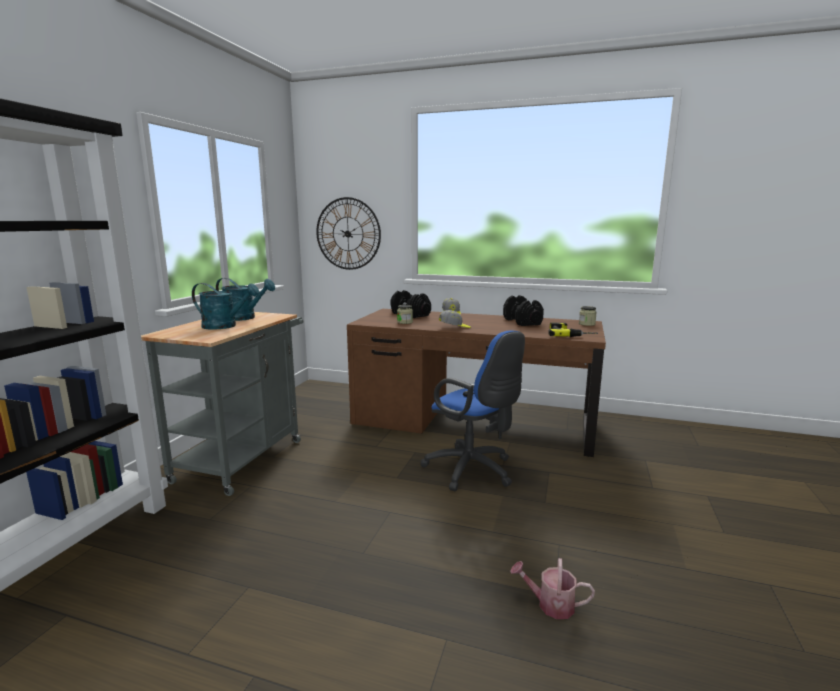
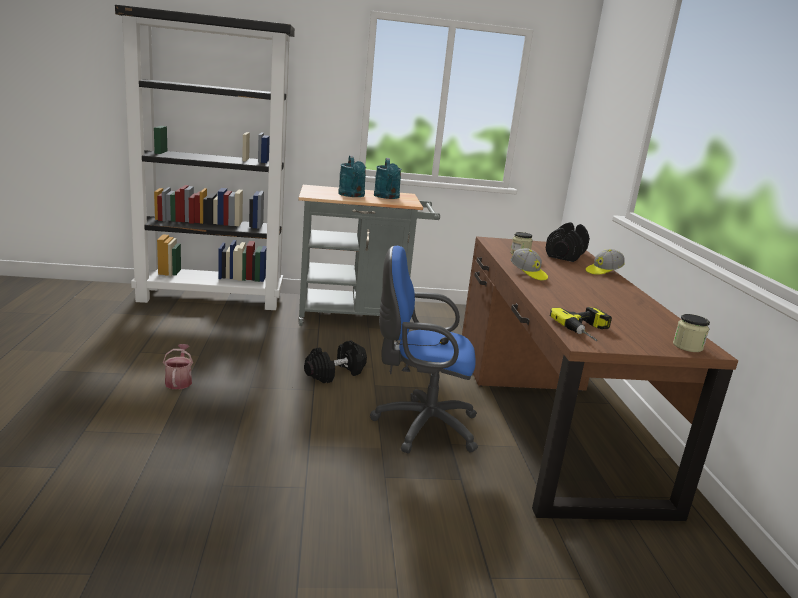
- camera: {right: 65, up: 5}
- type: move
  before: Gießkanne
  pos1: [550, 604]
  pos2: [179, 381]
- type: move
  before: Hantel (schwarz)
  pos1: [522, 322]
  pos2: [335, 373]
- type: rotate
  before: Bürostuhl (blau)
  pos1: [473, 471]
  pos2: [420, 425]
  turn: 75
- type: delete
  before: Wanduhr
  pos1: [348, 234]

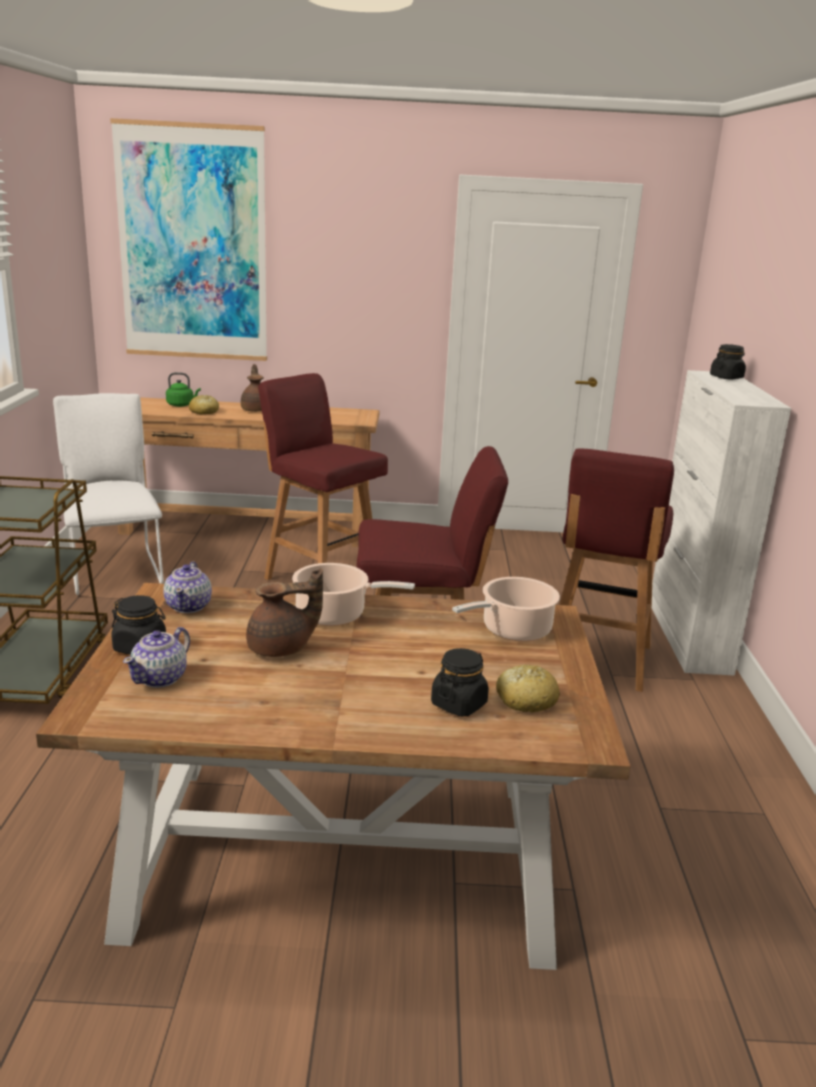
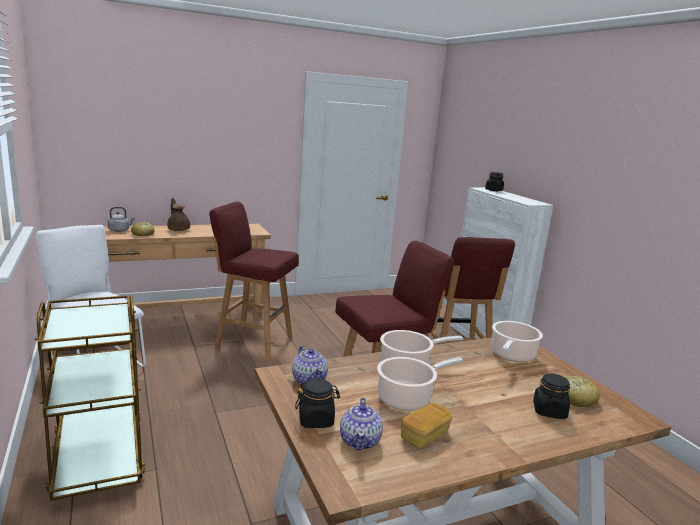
- camera: {right: -25, up: -5}
- type: recolor
  before: Wasserkessel (grün)
  after: Wasserkessel (grau)
  pos1: [181, 405]
  pos2: [120, 230]
- type: replace
  before: Teekanne (braun)
  after: Kochtopf
  pos1: [281, 649]
  pos2: [407, 398]
- type: insert
  after: Brot
  pos2: [424, 436]
- type: delete
  before: Bild
  pos1: [193, 244]

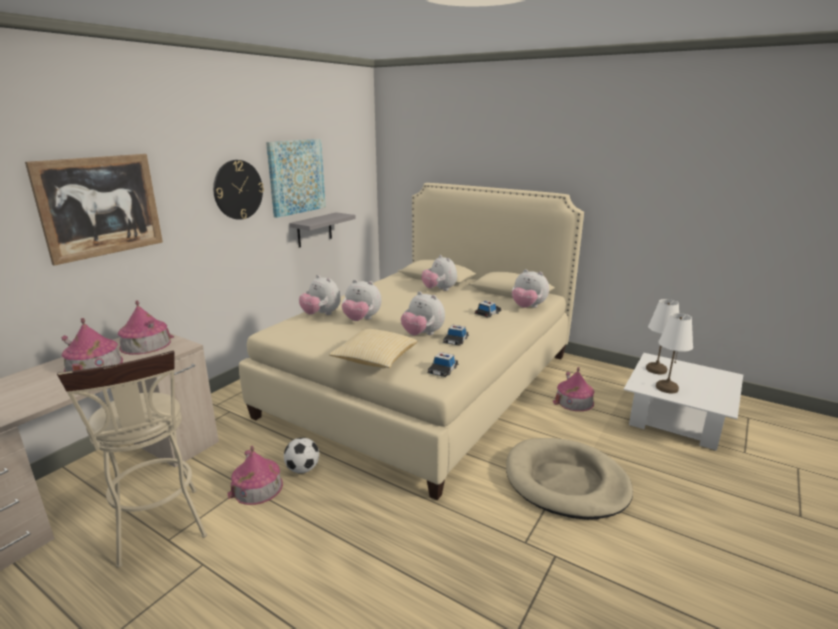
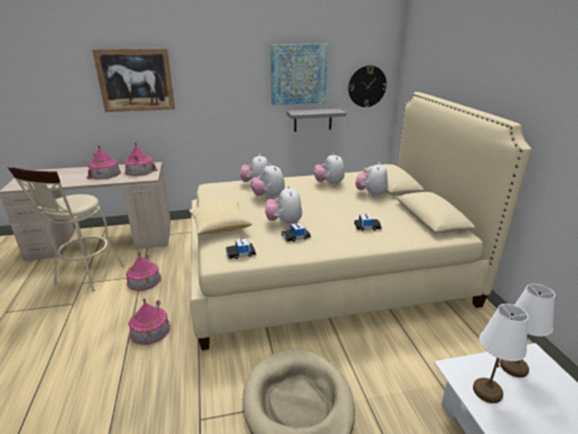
- camera: {right: 45, up: 5}
- type: move
  before: Spielzeughaus
  pos1: [574, 401]
  pos2: [150, 330]
- type: move
  before: Plüschtier
  pos1: [528, 307]
  pos2: [329, 183]
- type: move
  before: Wanduhr
  pos1: [238, 190]
  pos2: [367, 86]
- type: delete
  before: Fußball
  pos1: [303, 469]

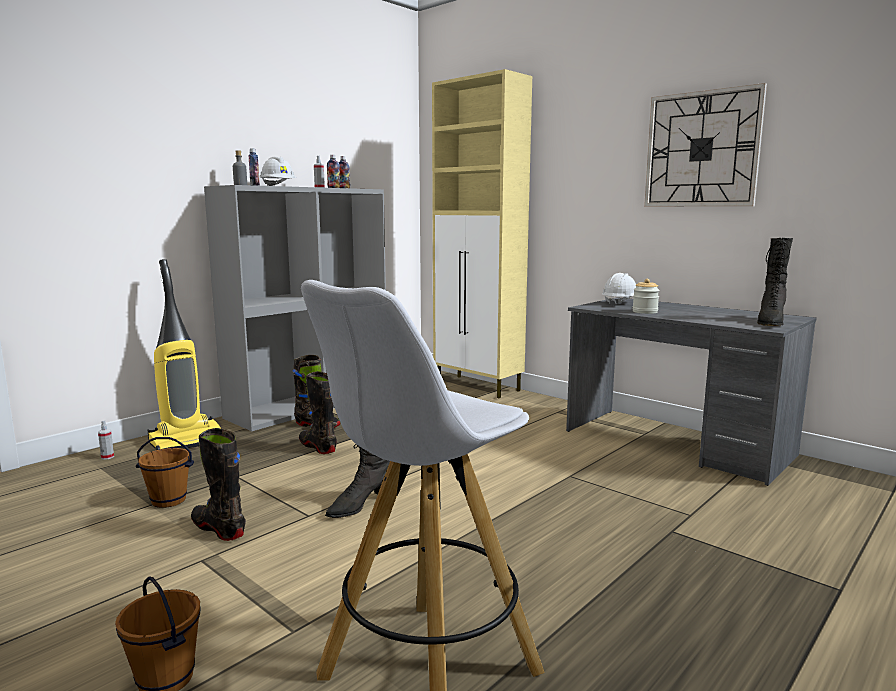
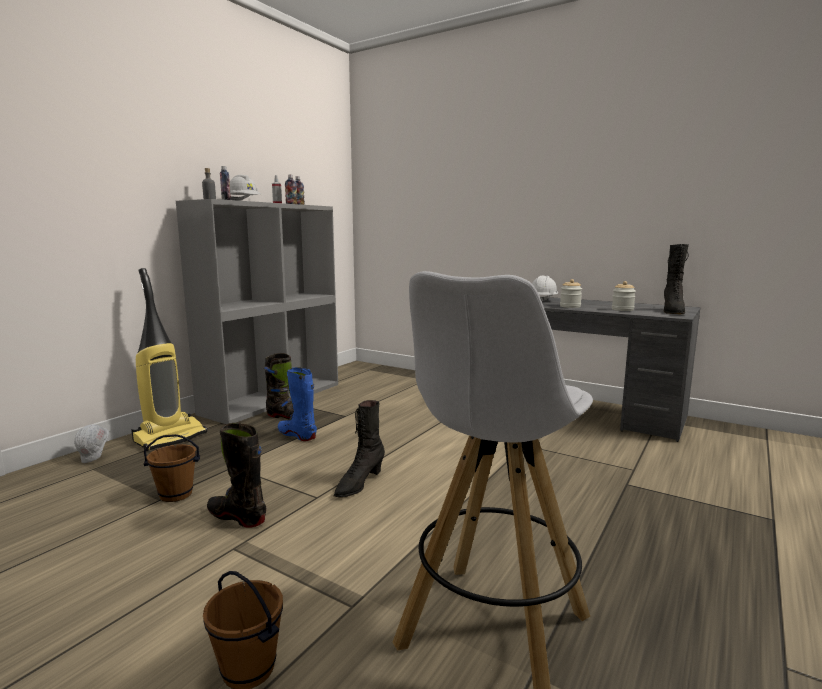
- camera: {right: -10, up: 0}
- type: replace
  before: Sprühflasche
  after: Schutzhelm (weiß)
  pos1: [107, 457]
  pos2: [95, 458]
- type: recolor
  before: Stiefel (schwarz)
  after: Stiefel (blau)
  pos1: [318, 447]
  pos2: [297, 435]
- type: insert
  after: Vorratsglas
  pos2: [622, 309]
- type: delete
  before: Schrank (beige)
  pos1: [478, 387]
- type: delete
  before: Wanduhr
  pos1: [702, 149]

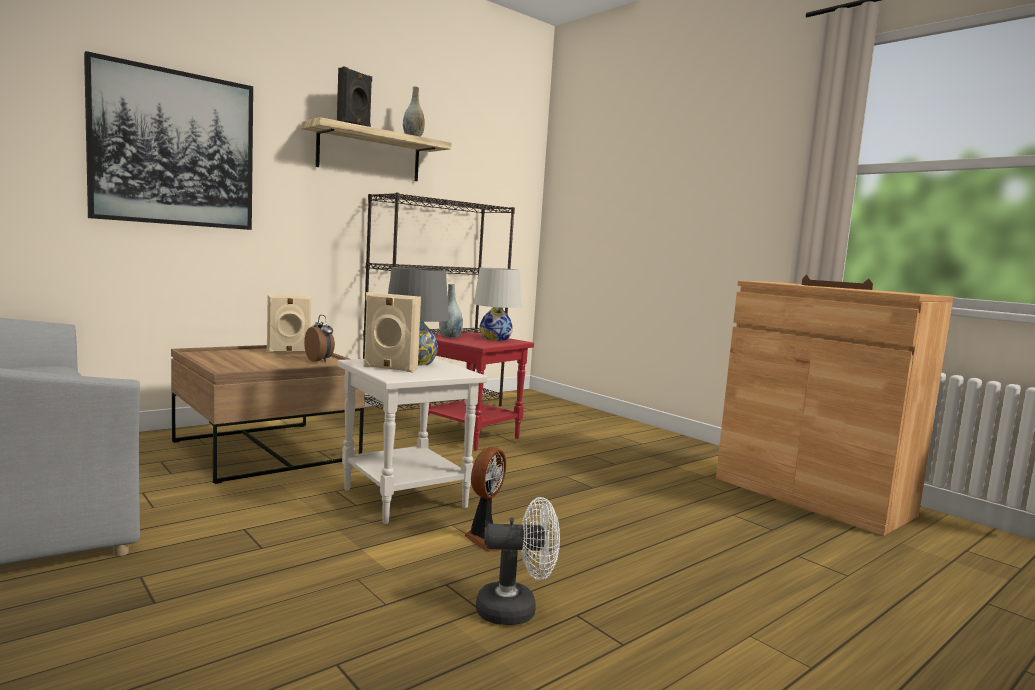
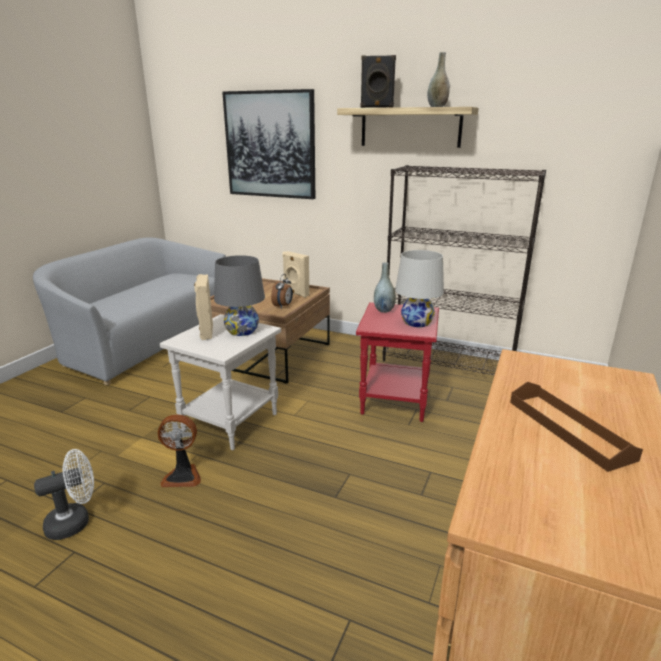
- camera: {right: 65, up: 15}
- type: rotate
  before: Ventilator (weiß)
  pos1: [516, 610]
  pos2: [75, 522]
  turn: -90

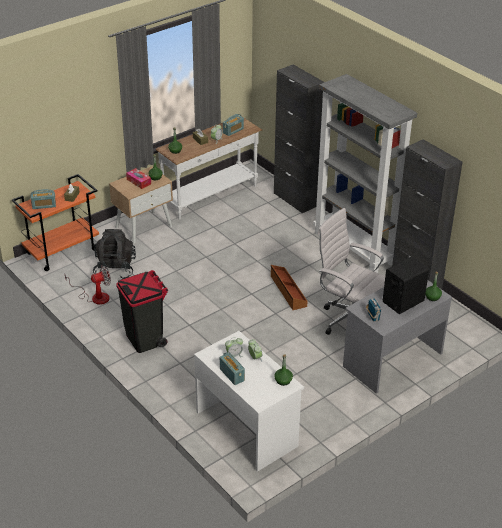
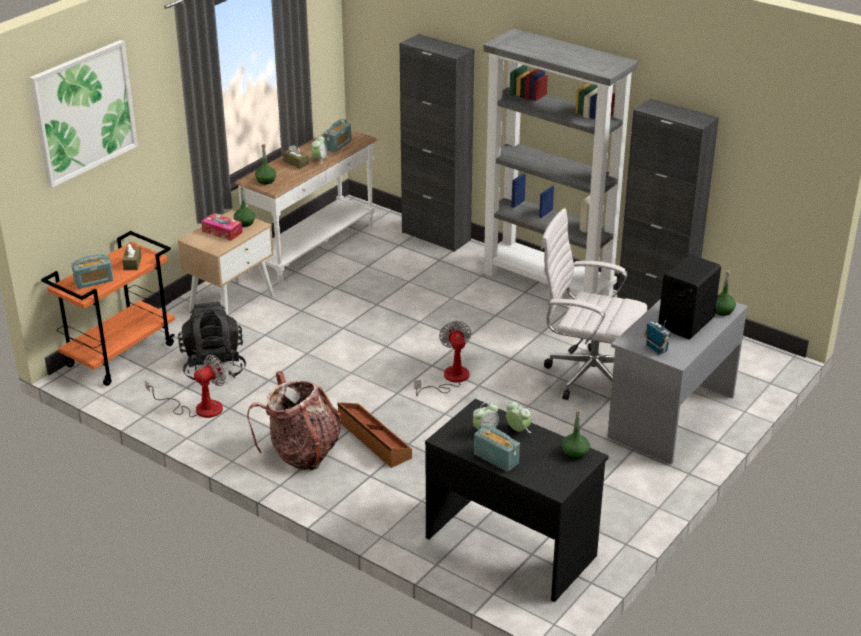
- camera: {right: -15, up: -5}
- type: insert
  after: Bild
  pos2: [84, 112]
- type: replace
  before: Mülleimer (schwarz)
  after: Rucksack
  pos1: [145, 339]
  pos2: [302, 452]
- type: move
  before: Aufbewahrungsbox (braun)
  pos1: [287, 291]
  pos2: [373, 440]
- type: insert
  after: Ventilator
  pos2: [449, 379]
- type: recolor
  before: Schreibtisch (weiß)
  after: Schreibtisch (schwarz)
  pos1: [247, 428]
  pos2: [511, 545]

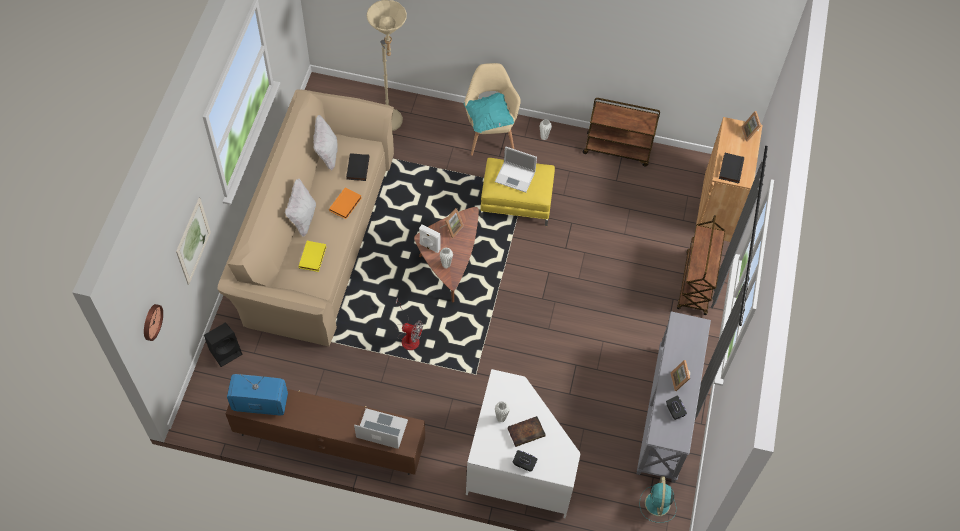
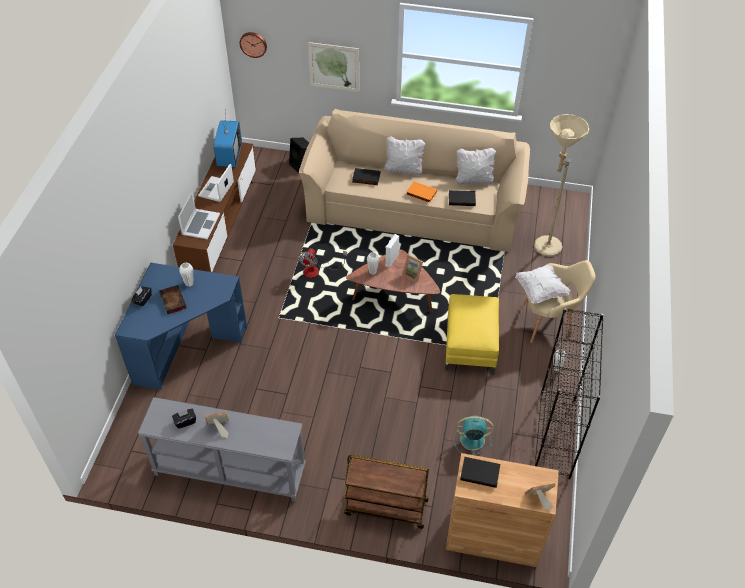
- camera: {right: 90, up: -10}
- type: recolor
  before: Schreibtisch (weiß)
  after: Schreibtisch (blau)
  pos1: [517, 466]
  pos2: [186, 349]
- type: move
  before: Laptop
  pos1: [515, 177]
  pos2: [216, 190]
- type: recolor
  before: Buch (gelb)
  after: Buch (schwarz)
  pos1: [313, 257]
  pos2: [366, 178]
- type: move
  before: Ventilator (türkis)
  pos1: [657, 505]
  pos2: [471, 439]
- type: recolor
  before: Kissen (türkis)
  after: Kissen (weiß)
  pos1: [488, 119]
  pos2: [540, 290]
- type: replace
  before: Rollwagen (braun)
  after: Bücherregal (schwarz)
  pos1: [618, 149]
  pos2: [555, 435]

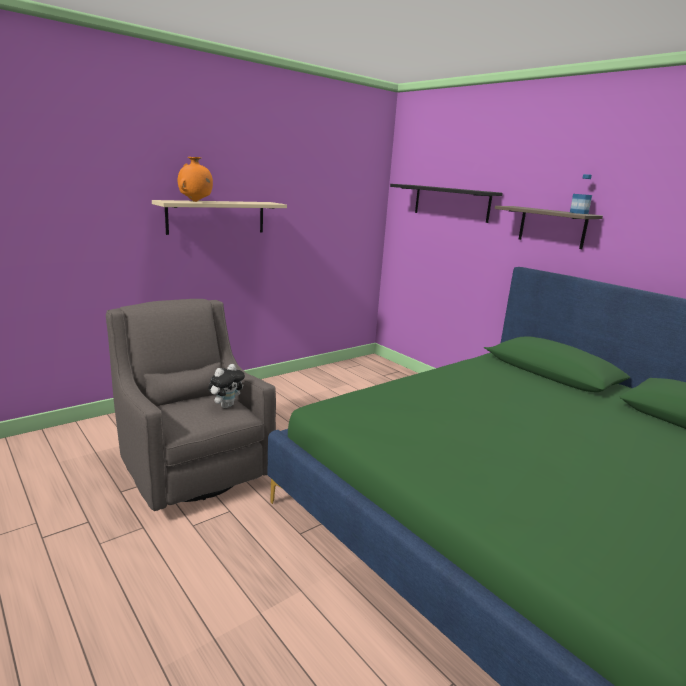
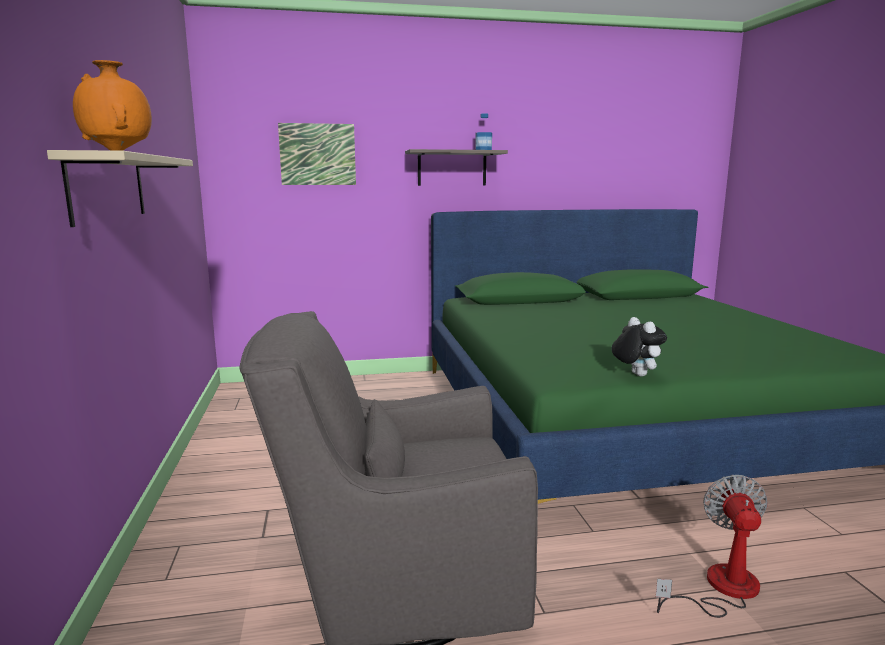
- camera: {right: -60, up: -5}
- type: replace
  before: Wandregal (schwarz)
  after: Bild
  pos1: [451, 203]
  pos2: [317, 154]
- type: move
  before: Plüschtier
  pos1: [226, 405]
  pos2: [635, 375]
- type: insert
  after: Ventilator
  pos2: [720, 589]

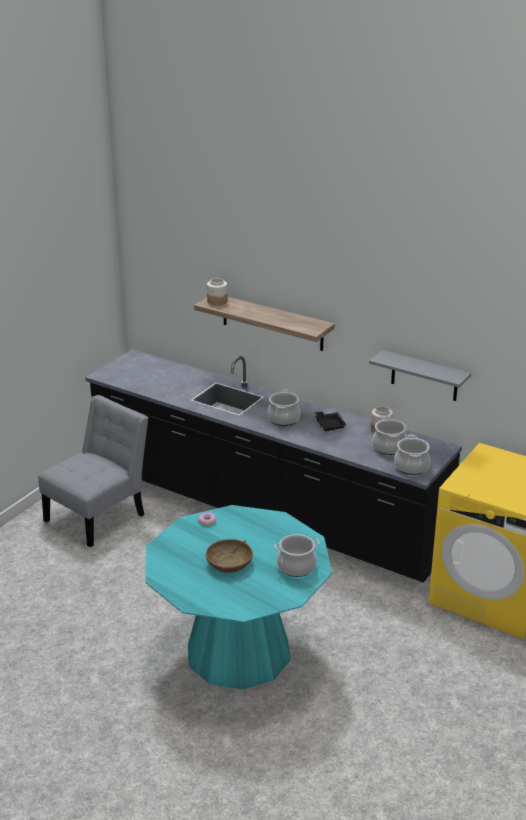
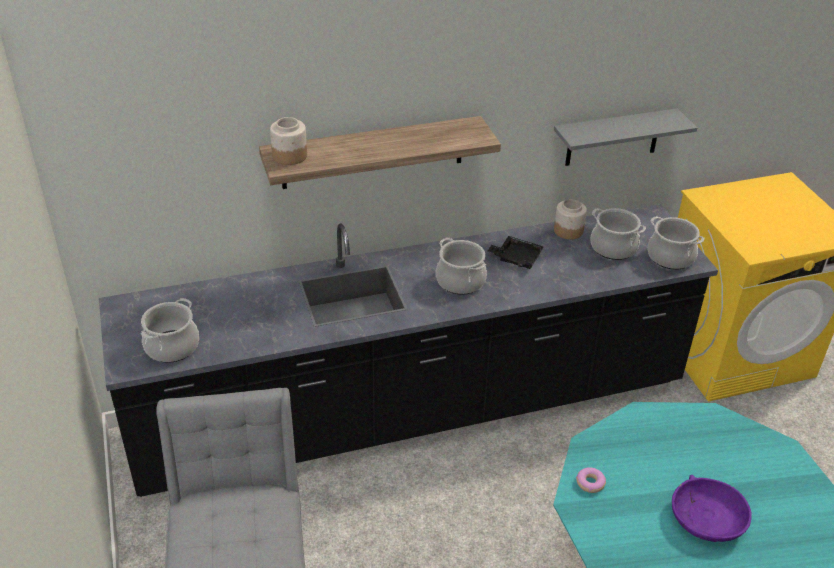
- camera: {right: -50, up: 10}
- type: move
  before: Kochtopf
  pos1: [296, 566]
  pos2: [172, 346]
- type: recolor
  before: Schüssel (braun)
  after: Schüssel (lila)
  pos1: [229, 562]
  pos2: [706, 518]

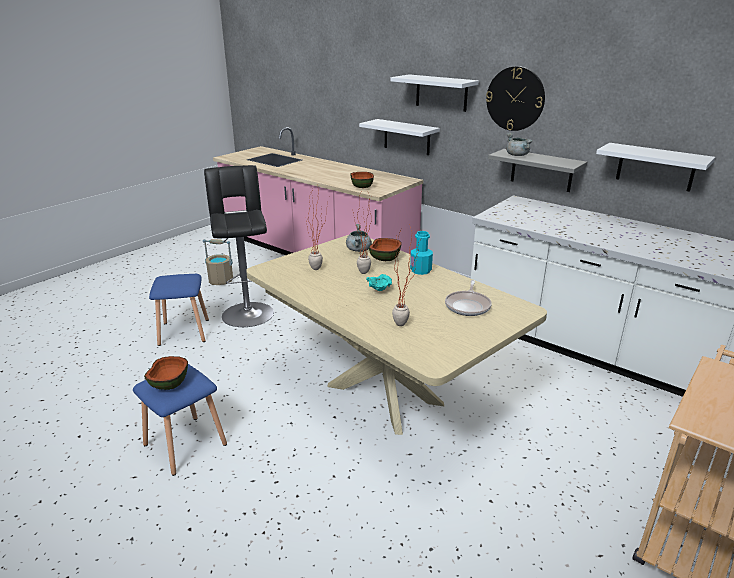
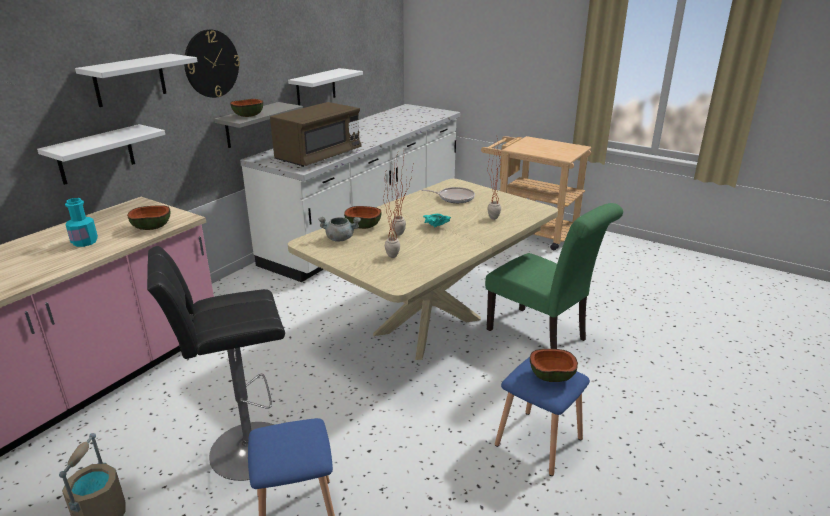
- camera: {right: -95, up: 0}
- type: move
  before: Flasche (türkis)
  pos1: [420, 270]
  pos2: [85, 242]
- type: replace
  before: Kochtopf (grau)
  after: Schüssel
  pos1: [518, 155]
  pos2: [248, 115]
- type: insert
  after: Mikrowelle (braun)
  pos2: [319, 156]
- type: insert
  after: Stuhl (grün)
  pos2: [541, 336]

